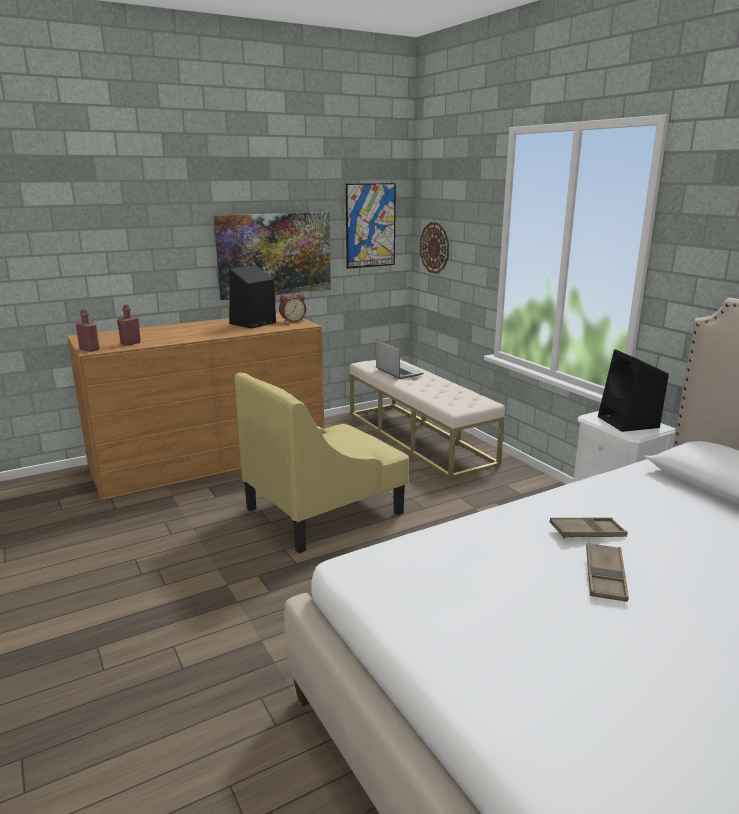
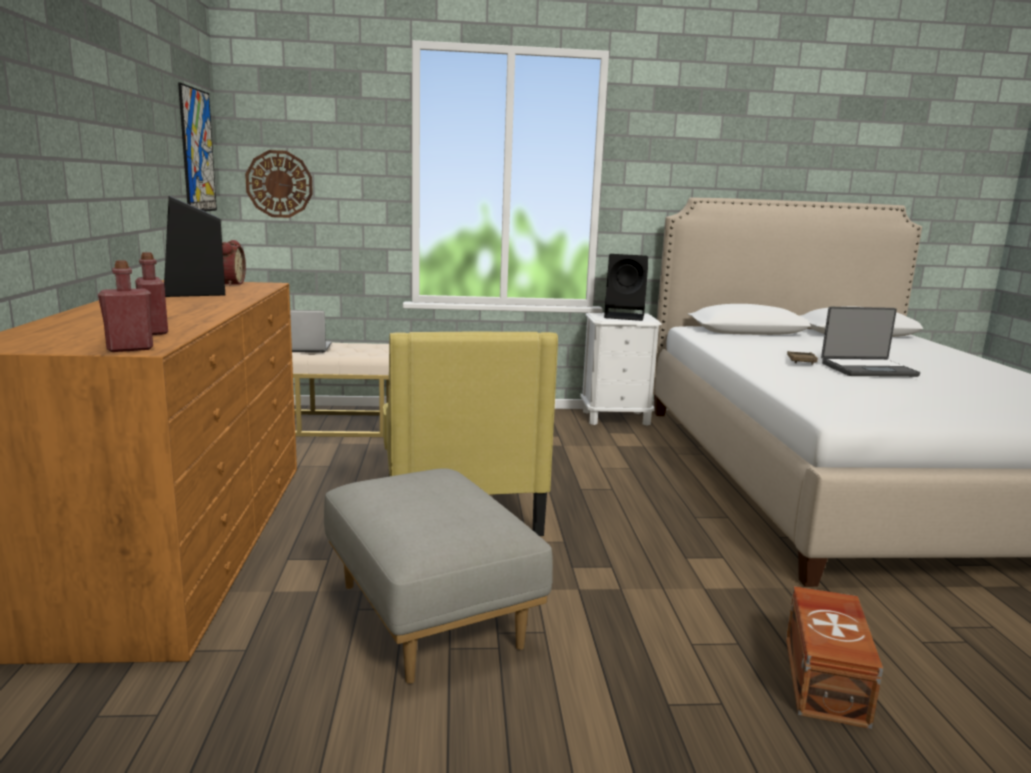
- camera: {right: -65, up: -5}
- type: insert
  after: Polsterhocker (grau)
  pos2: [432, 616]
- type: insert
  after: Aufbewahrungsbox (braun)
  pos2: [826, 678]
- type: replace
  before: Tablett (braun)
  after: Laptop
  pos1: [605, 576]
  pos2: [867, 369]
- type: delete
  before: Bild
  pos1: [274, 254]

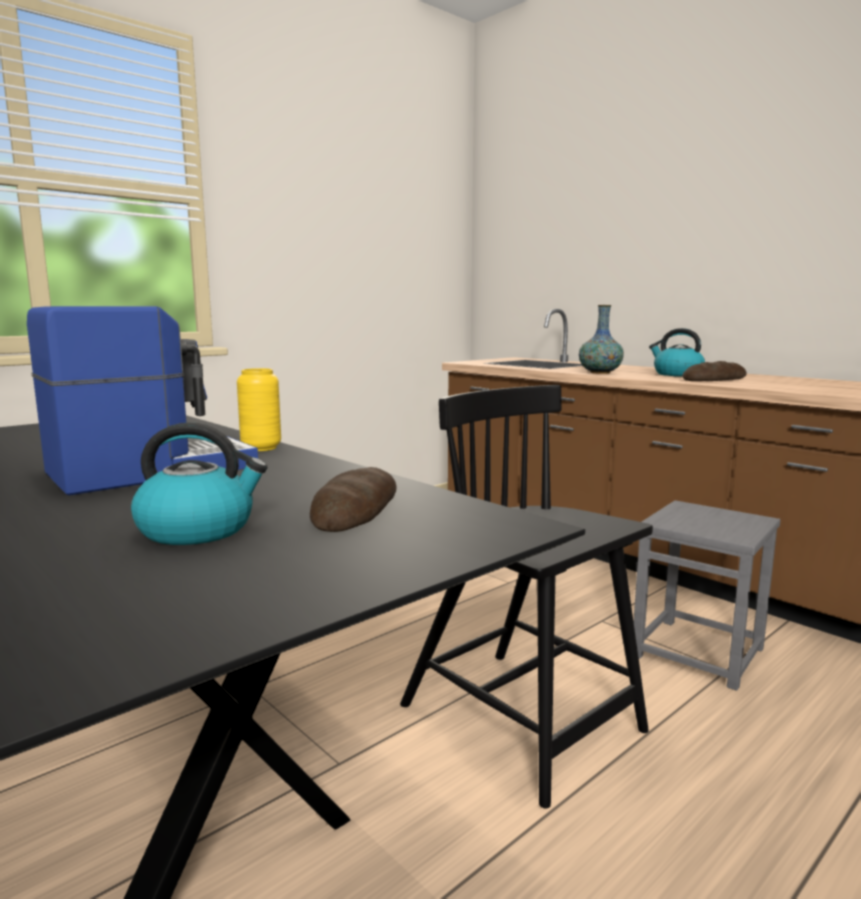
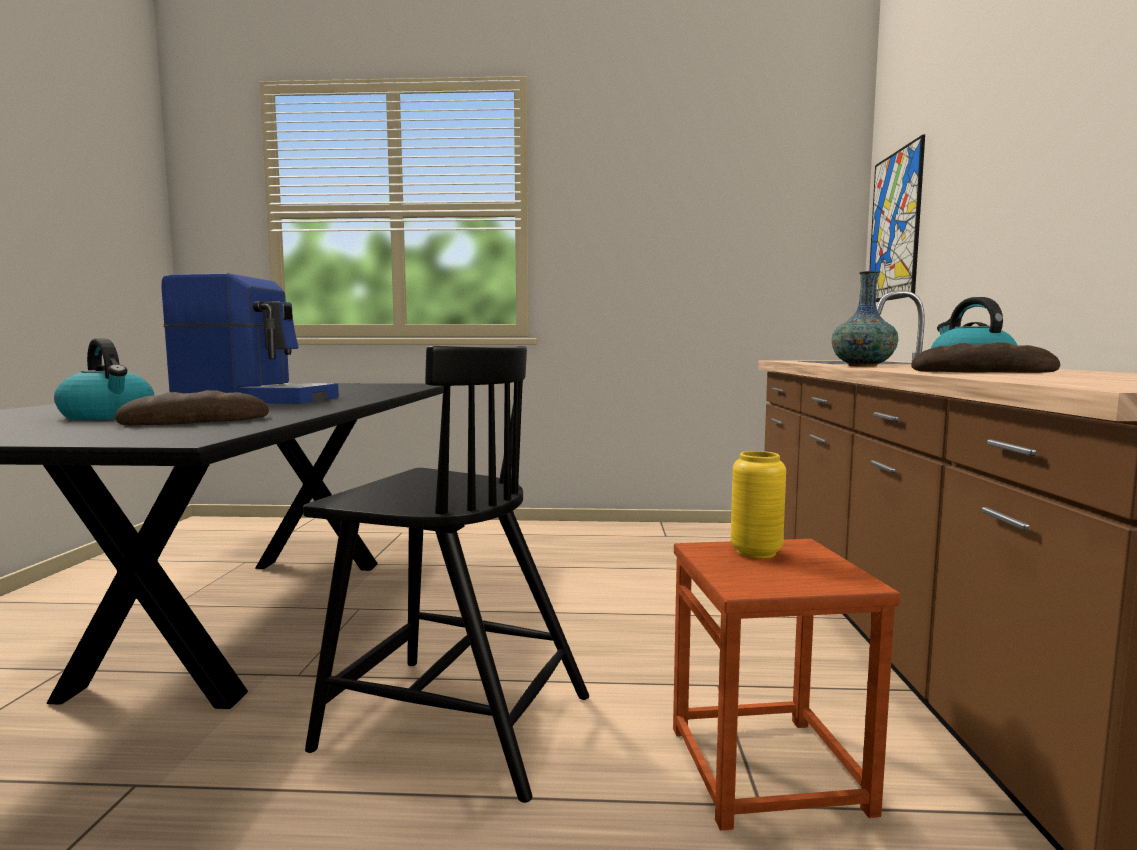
- camera: {right: 45, up: -5}
- type: rotate
  before: Stuhl (schwarz)
  pos1: [523, 721]
  pos2: [452, 720]
  turn: 105
- type: recolor
  before: Hocker (grau)
  after: Hocker (braun)
  pos1: [698, 652]
  pos2: [768, 769]
- type: move
  before: Vase (gelb)
  pos1: [261, 448]
  pos2: [756, 552]
- type: insert
  after: Bild
  pos2: [895, 226]

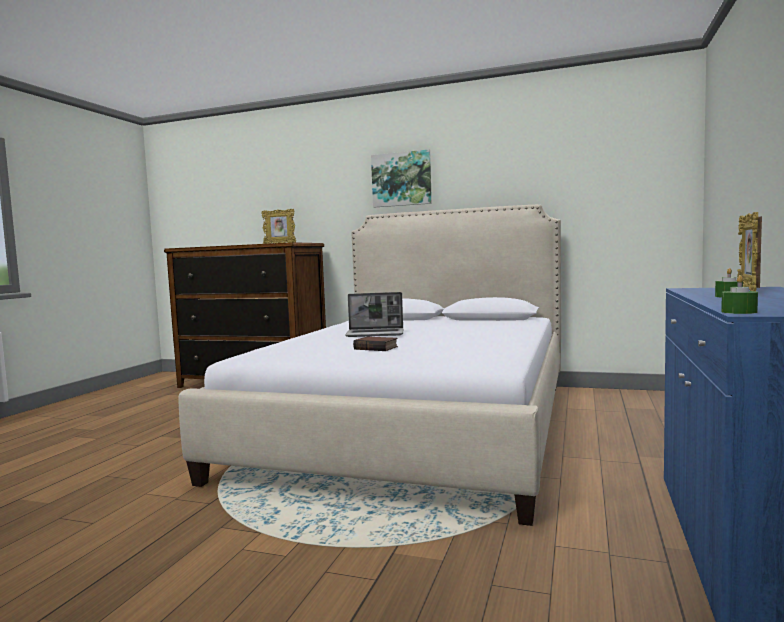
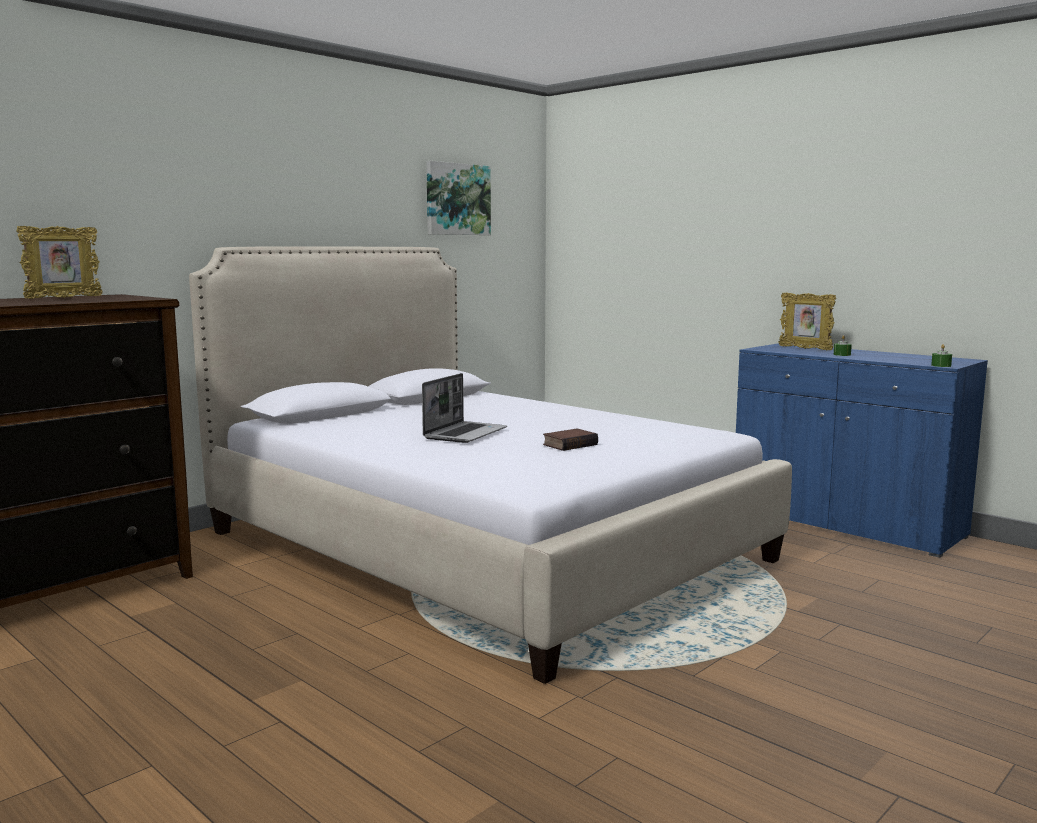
- camera: {right: -65, up: 5}
- type: move
  before: Bild
  pos1: [401, 179]
  pos2: [457, 199]

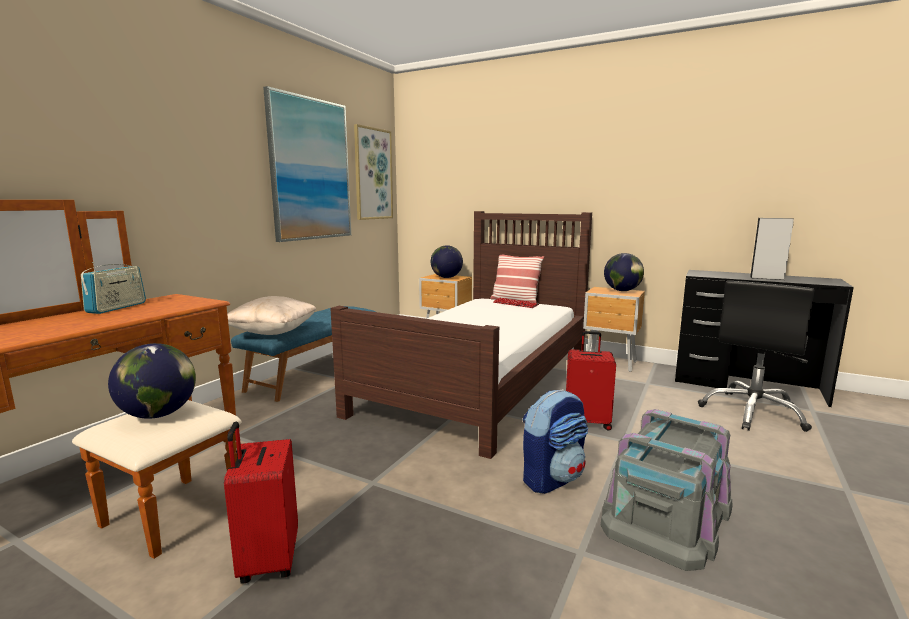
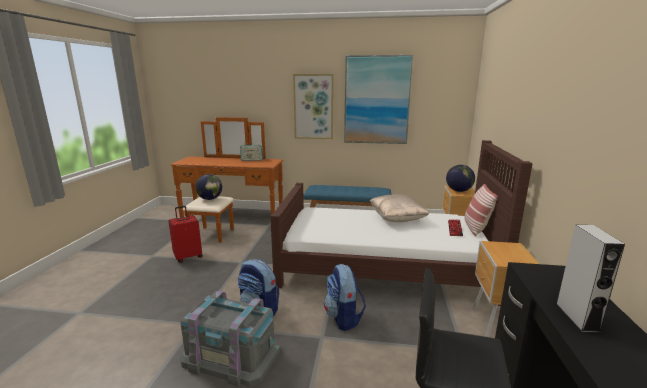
- camera: {right: 70, up: 5}
- type: move
  before: Bild
  pos1: [373, 174]
  pos2: [313, 107]
- type: replace
  before: Koffer (rot)
  after: Rucksack
  pos1: [587, 422]
  pos2: [344, 318]
- type: move
  before: Kissen (beige)
  pos1: [273, 332]
  pos2: [397, 219]
- type: delete
  before: Globus
  pos1: [622, 291]

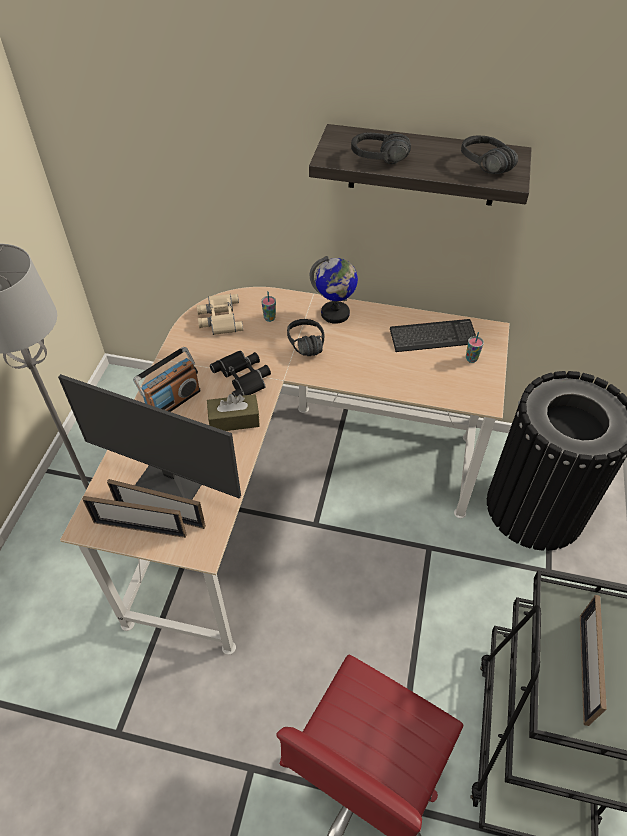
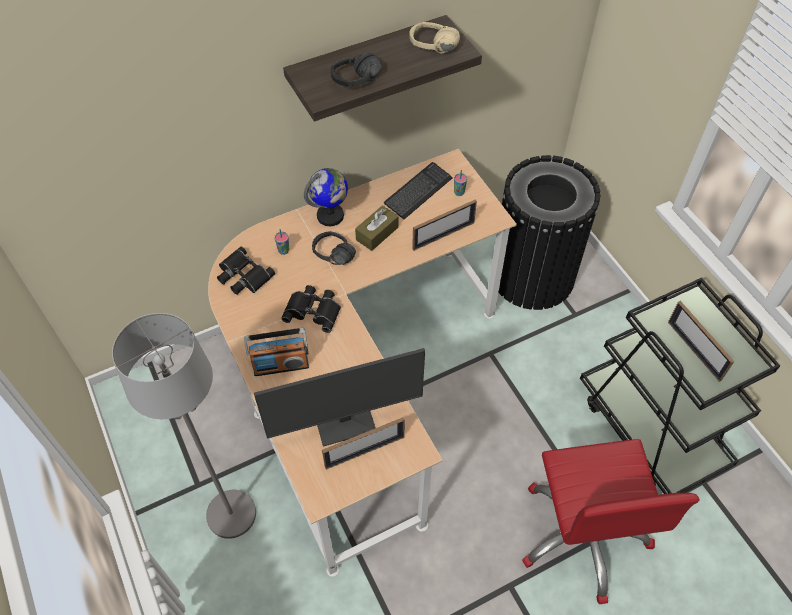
- camera: {right: -40, up: 5}
- type: recolor
  before: Fernglas (beige)
  after: Fernglas (schwarz)
  pos1: [219, 318]
  pos2: [243, 276]
- type: rotate
  before: Radio
  pos1: [173, 401]
  pos2: [281, 365]
  turn: 75
- type: move
  before: Taschentuchbox (braun)
  pos1: [234, 420]
  pos2: [377, 233]
- type: recolor
  before: Kopfhörer (schwarz)
  after: Kopfhörer (beige)
  pos1: [480, 167]
  pos2: [432, 50]
- type: move
  before: Bilderrahmen
  pos1: [140, 528]
  pos2: [443, 235]

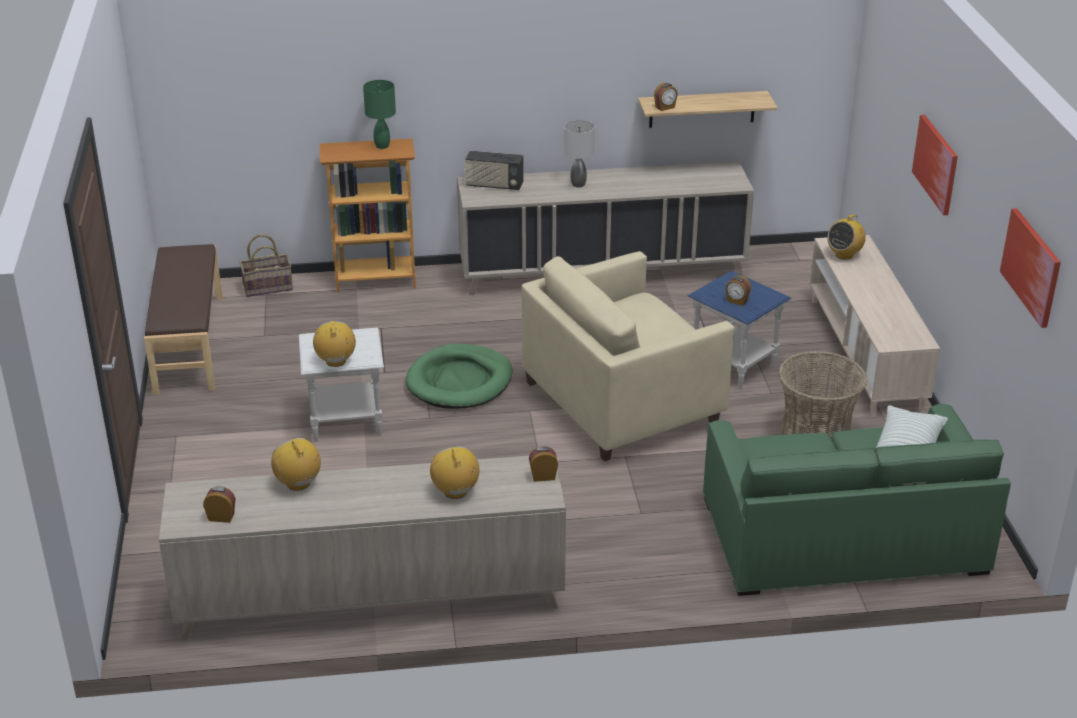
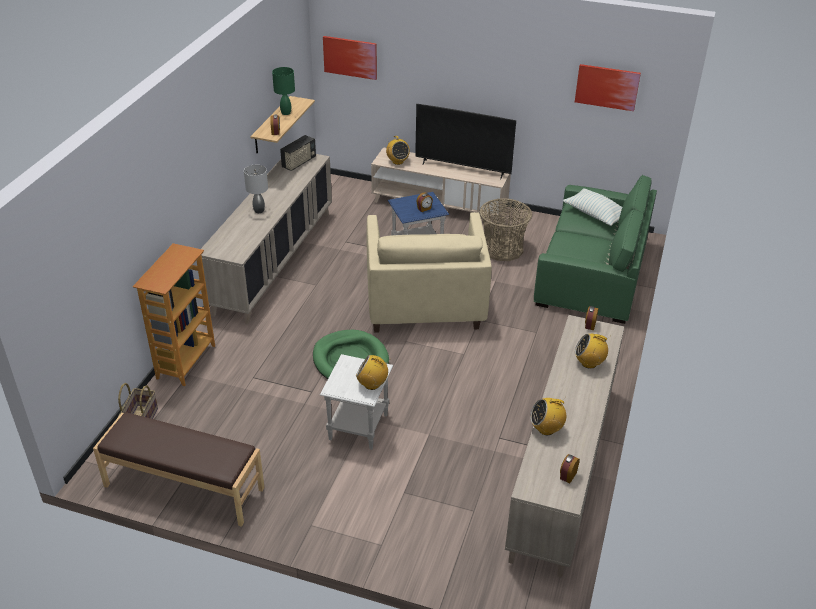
- camera: {right: -65, up: 5}
- type: move
  before: Tischlampe (grün)
  pos1: [381, 146]
  pos2: [286, 113]
- type: move
  before: Radio
  pos1: [494, 185]
  pos2: [299, 163]
- type: move
  before: Bild
  pos1: [936, 164]
  pos2: [350, 57]
- type: insert
  after: Fernseher
  pos2: [462, 169]

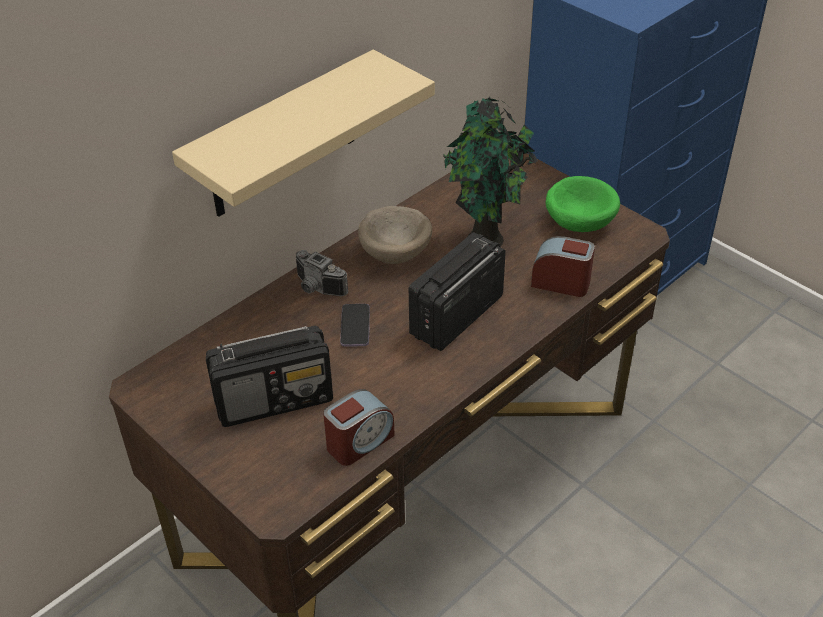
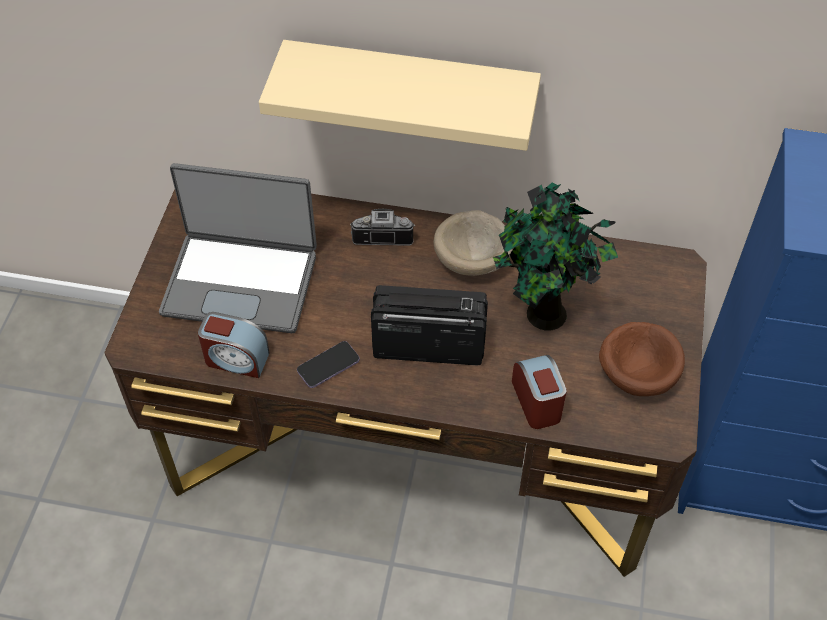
- camera: {right: 55, up: 10}
- type: replace
  before: Radio
  after: Laptop
  pos1: [275, 400]
  pos2: [241, 281]
- type: move
  before: Handy
  pos1: [355, 327]
  pos2: [328, 366]
- type: rotate
  before: Kamera
  pos1: [316, 289]
  pos2: [383, 234]
  turn: 90
- type: recolor
  before: Schüssel (grün)
  after: Schüssel (braun)
  pos1: [578, 222]
  pos2: [637, 373]

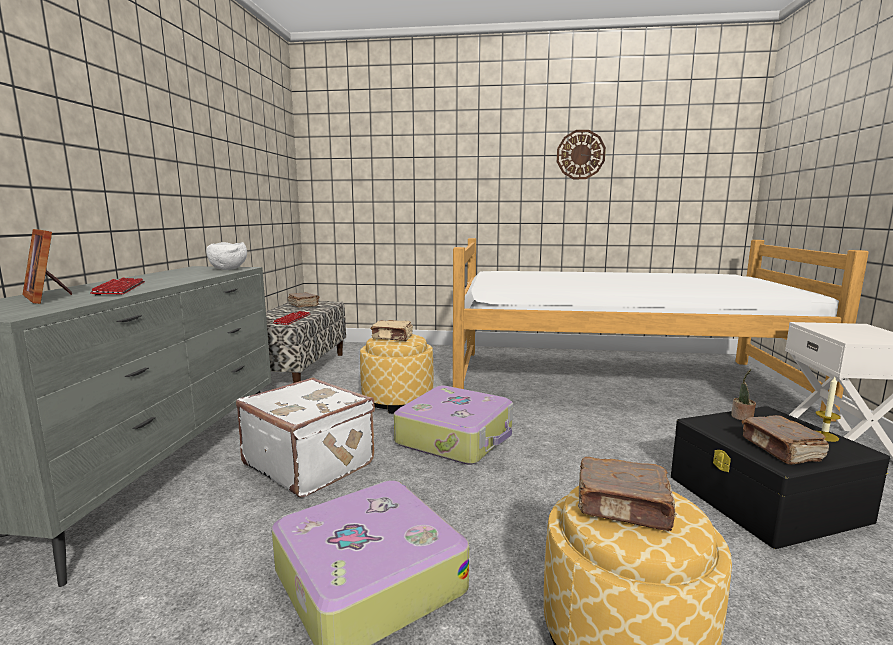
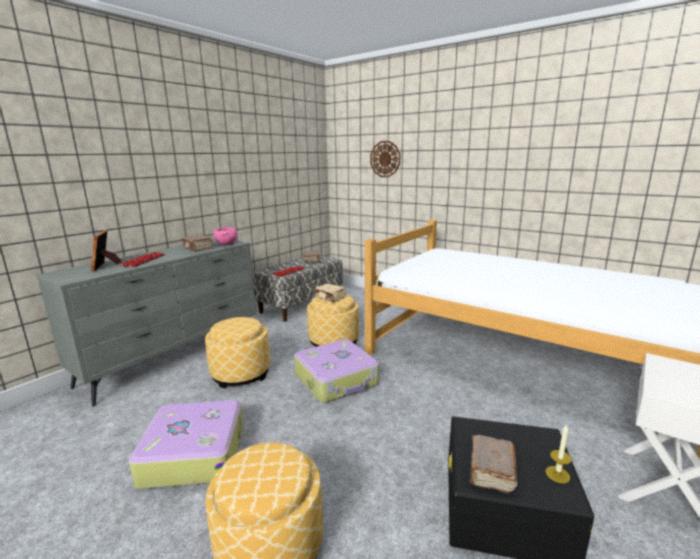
- camera: {right: 30, up: 5}
- type: move
  before: Buch (braun)
  pos1: [624, 508]
  pos2: [198, 248]
- type: replace
  before: Koffer (weiß)
  after: Polsterhocker
  pos1: [310, 463]
  pos2: [241, 373]
- type: recolor
  before: Schüssel (weiß)
  after: Schüssel (rosa)
  pos1: [229, 269]
  pos2: [226, 244]
- type: move
  before: Wanduhr
  pos1: [580, 154]
  pos2: [385, 159]
- type: delete
  before: Topfpflanze
  pos1: [742, 417]

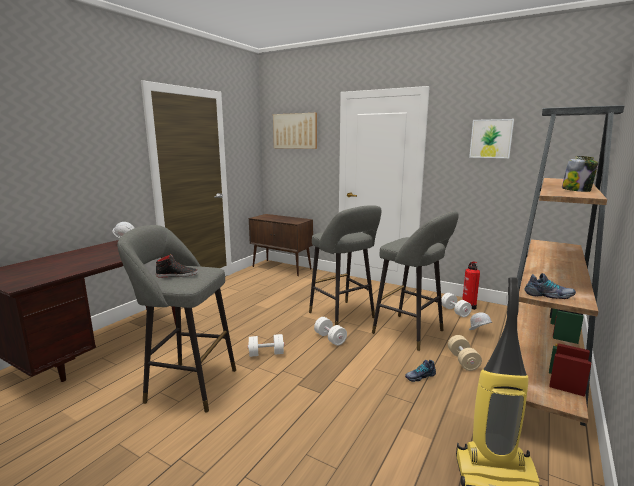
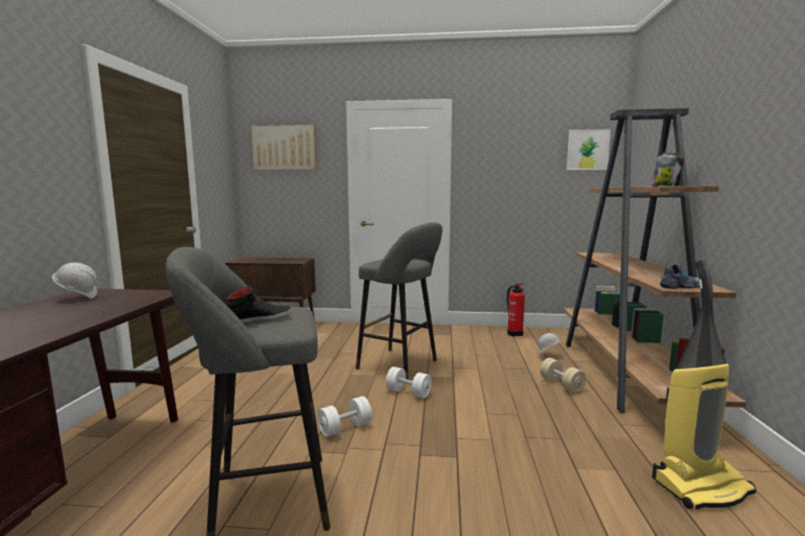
- camera: {right: -25, up: -5}
- type: move
  before: Bild
  pos1: [491, 138]
  pos2: [587, 150]
- type: delete
  before: Hocker (grau)
  pos1: [411, 333]
- type: delete
  before: Schuh
  pos1: [420, 376]
- type: delete
  before: Hantel (weiß)
  pos1: [455, 311]

